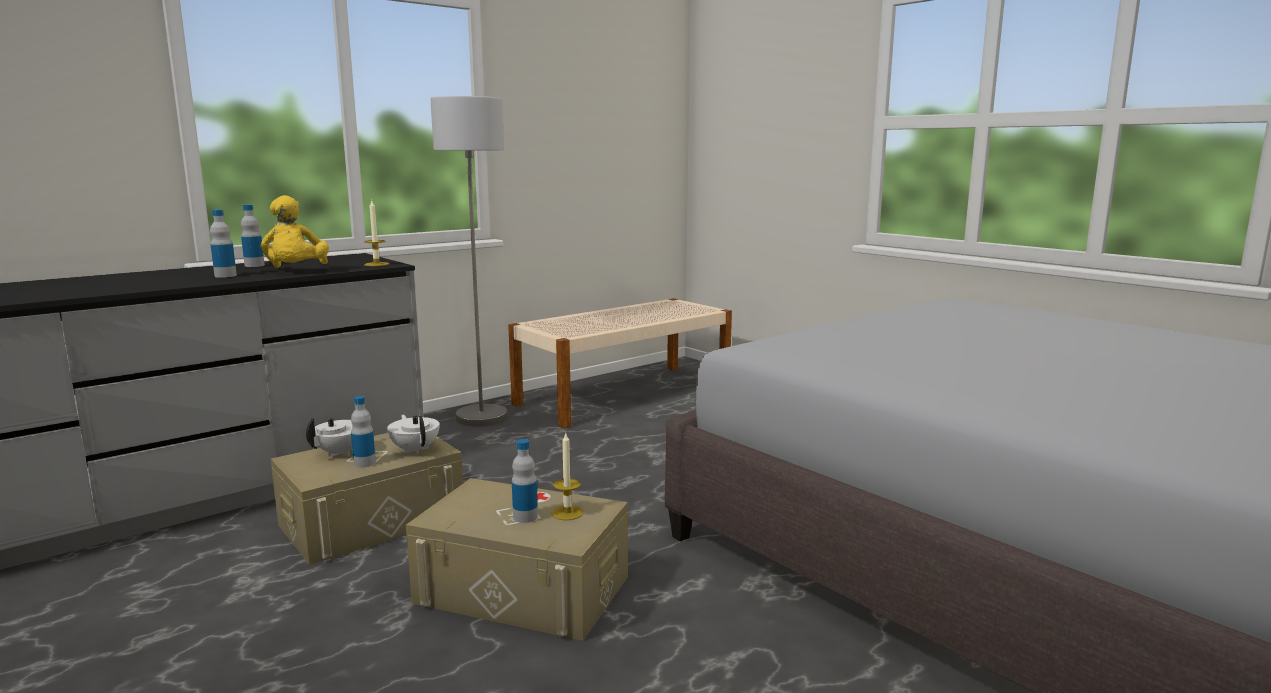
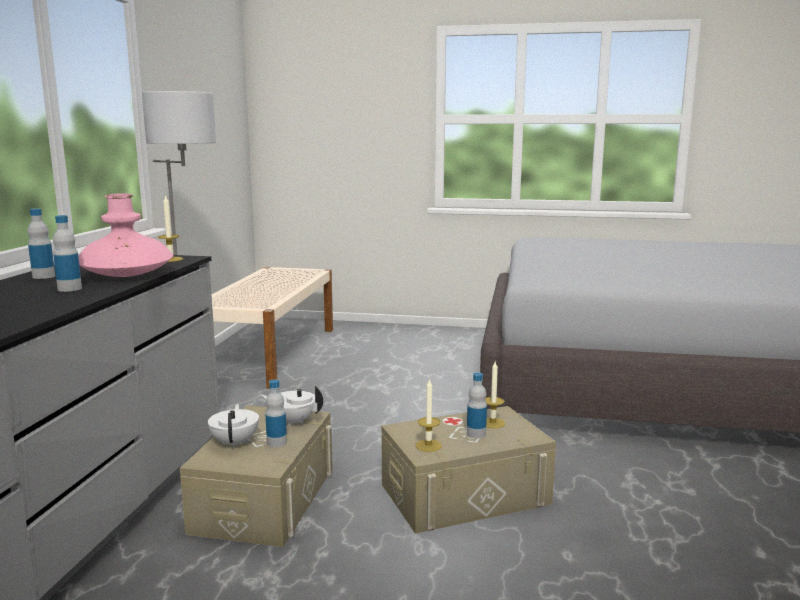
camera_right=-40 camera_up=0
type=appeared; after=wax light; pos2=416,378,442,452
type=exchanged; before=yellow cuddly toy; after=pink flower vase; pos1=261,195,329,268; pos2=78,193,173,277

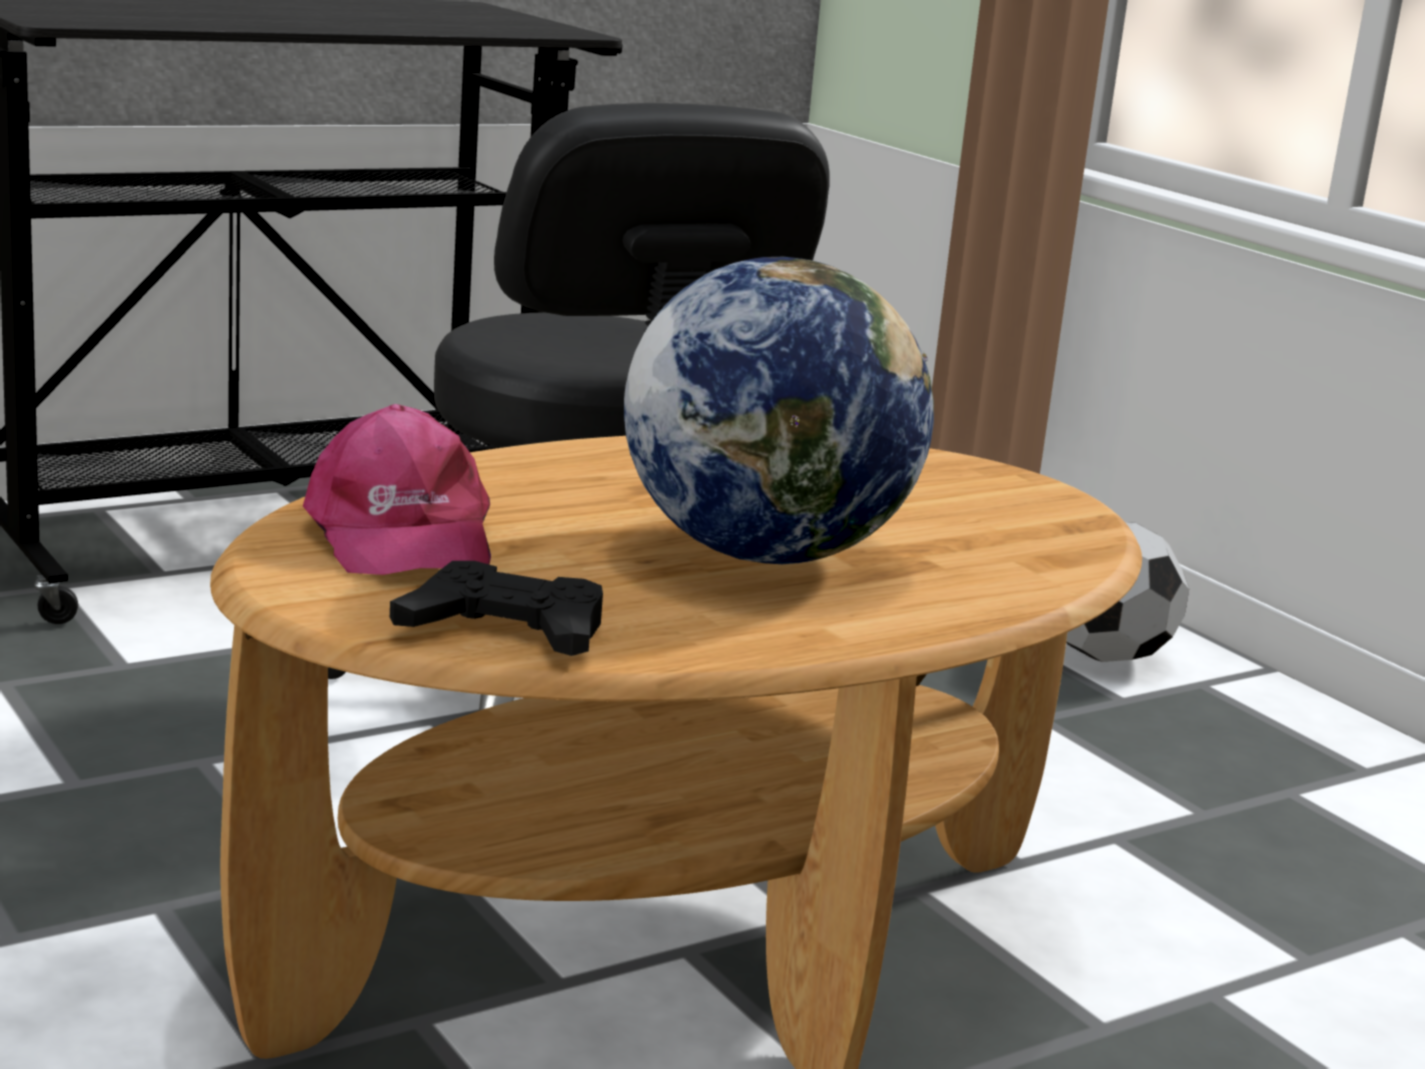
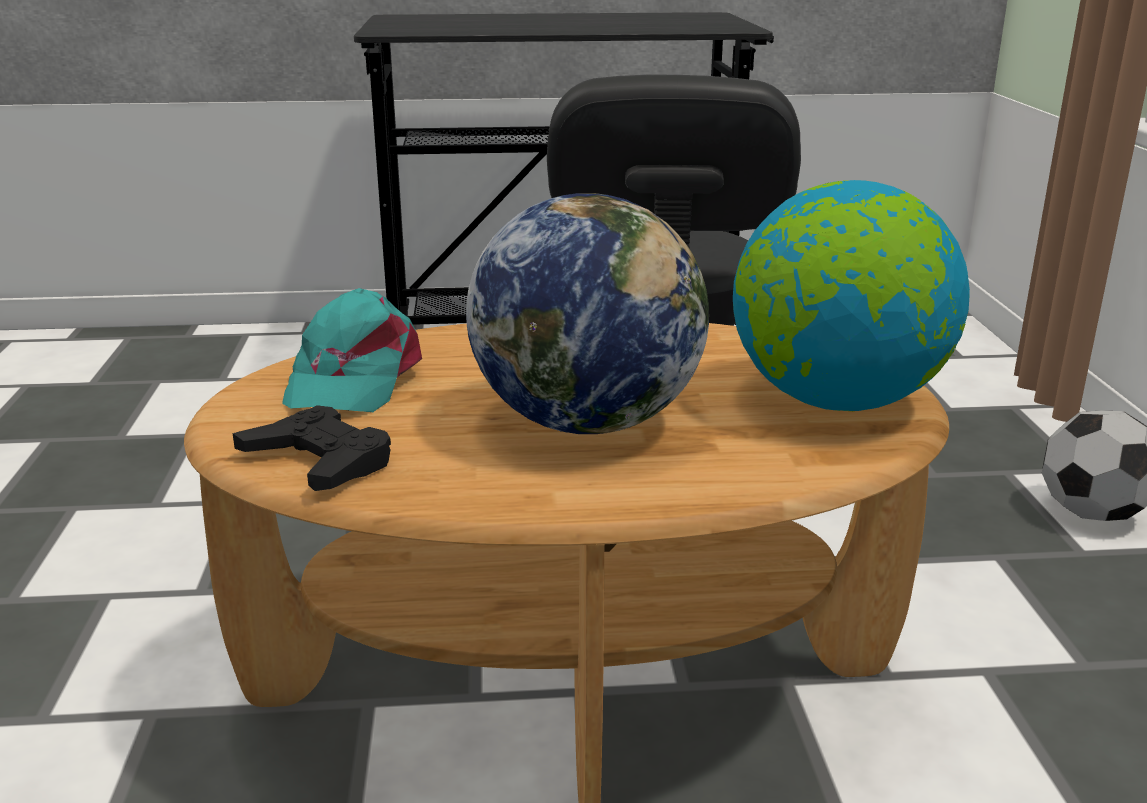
camera_right=30 camera_up=5
type=appeared; after=globe; pos2=733,180,970,411
type=colour; before=pink peaked cap; after=turquoise-coloured peaked cap; pos1=303,404,491,575; pos2=282,288,422,412

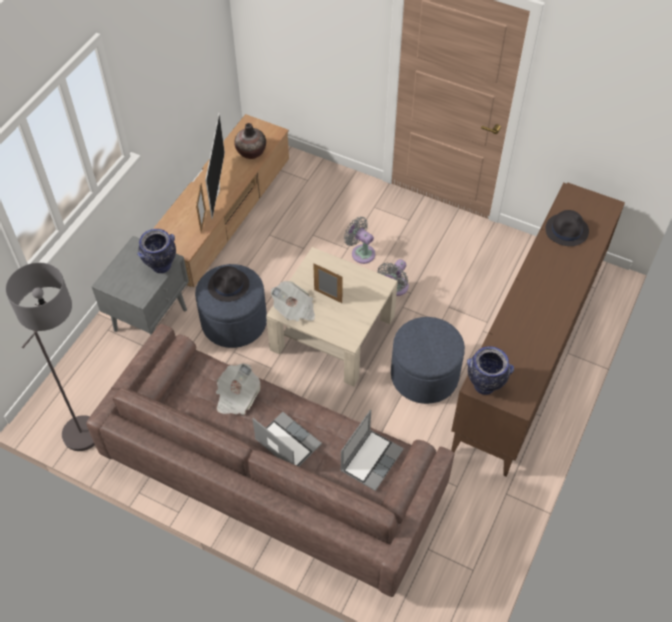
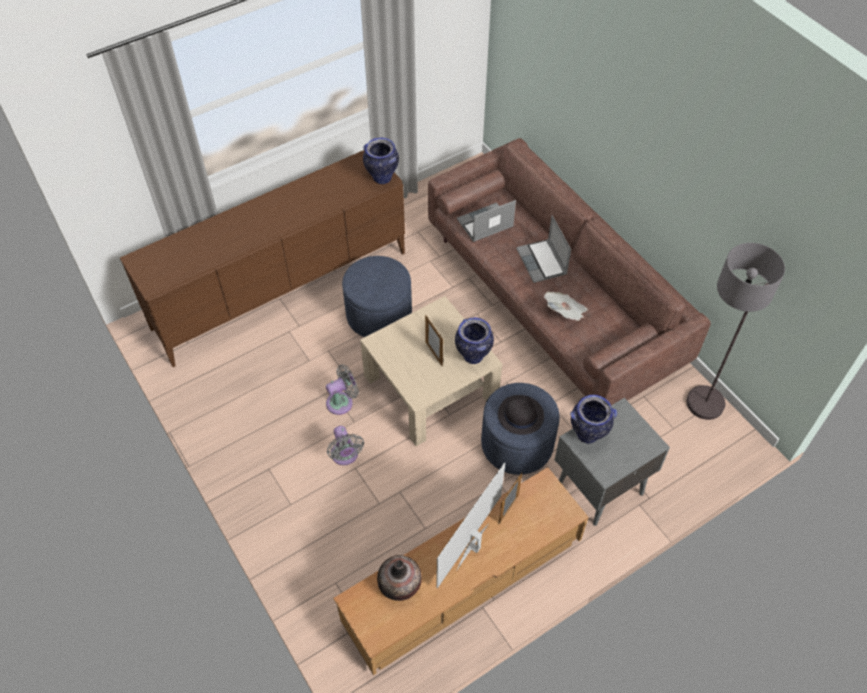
camera_right=-150 camera_up=0
type=missing; before=black-coloured wearable hat; pos1=546,210,589,246
type=exchanged; before=newspaper; after=flower vase; pos1=271,281,315,322; pos2=455,317,494,364

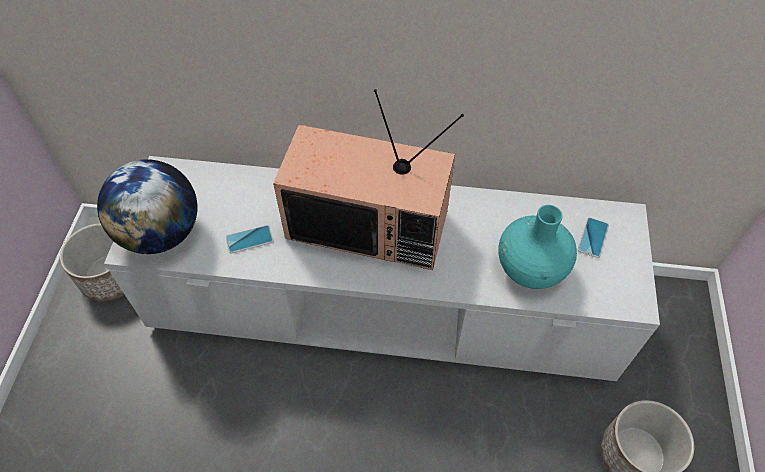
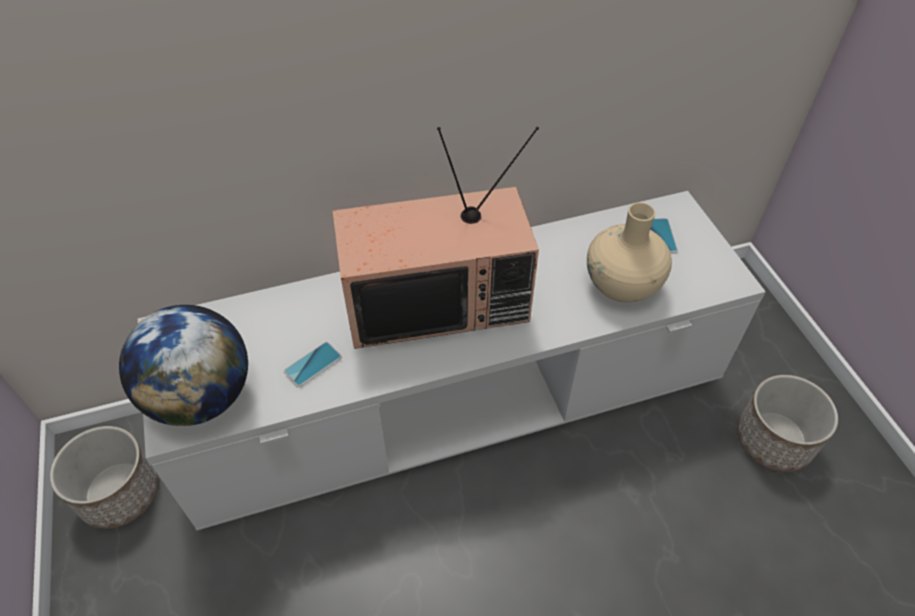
camera_right=-25 camera_up=-5
type=colour; before=turquoise-coloured flower vase; after=beige flower vase; pos1=498,205,577,289; pos2=587,202,672,302

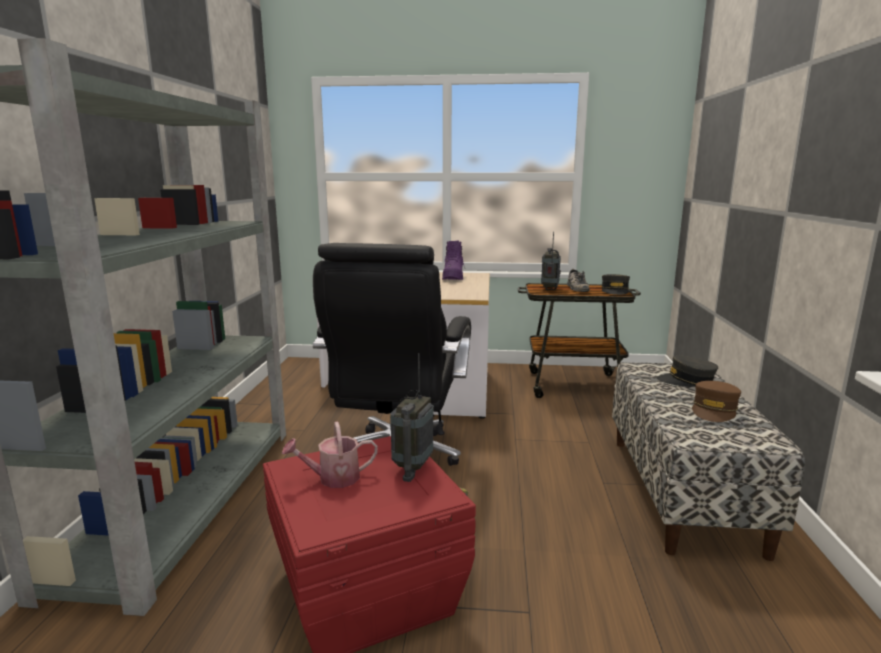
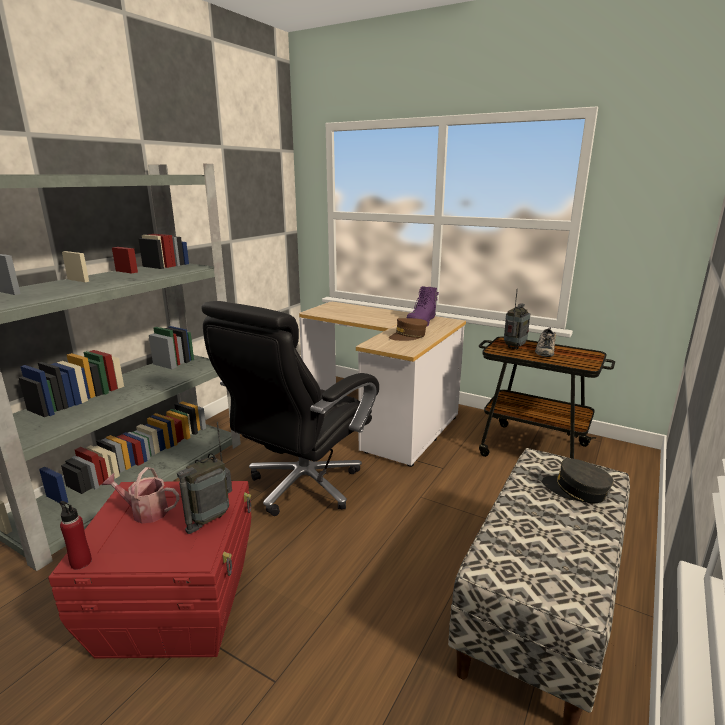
camera_right=25 camera_up=5
type=missing; before=gray peaked cap; pos1=602,274,630,295
type=appeared; after=red-coloured beverage bottle; pos2=59,501,92,570
type=relocated; before=brown-coloured peaked cap; pos1=692,381,741,422; pos2=389,318,428,341

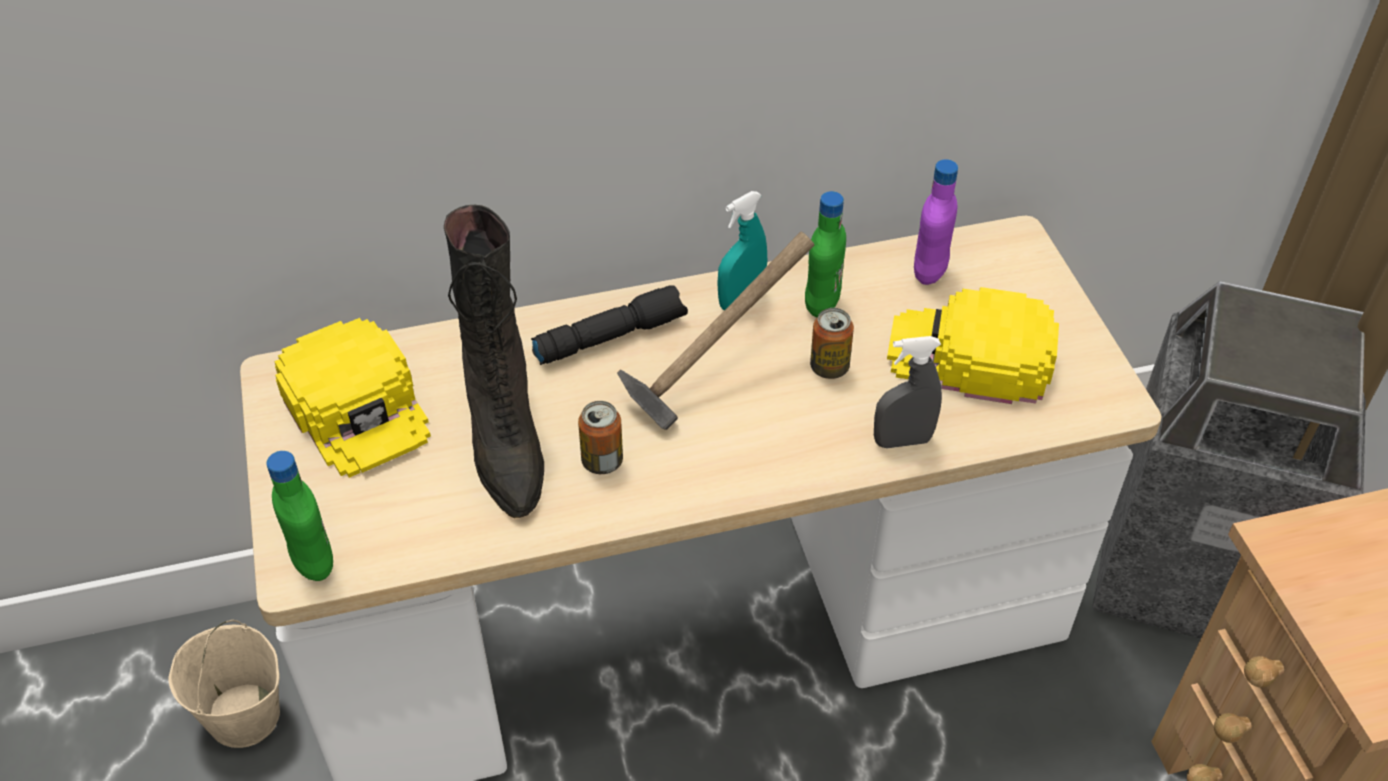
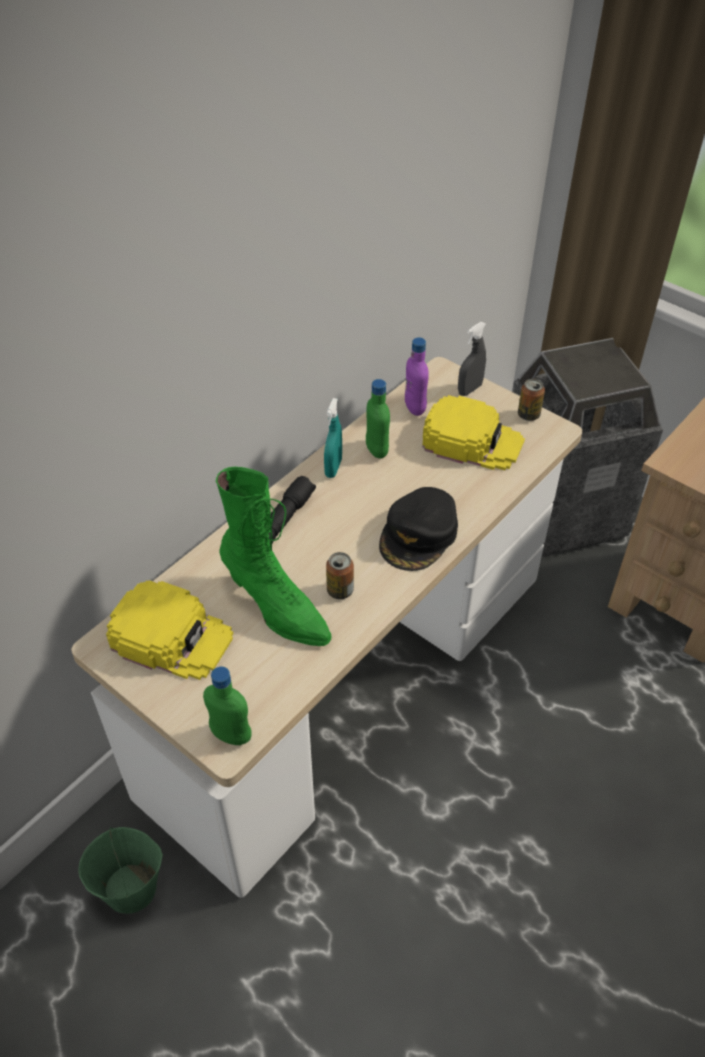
camera_right=-35 camera_up=0
type=missing; before=hammer; pos1=617,232,815,430
type=appeared; after=black-coloured peaked cap; pos2=379,487,458,571
type=relocated; before=sealed can; pos1=810,308,854,379; pos2=518,379,545,421
type=relocated; before=gray hand sprayer; pos1=874,336,942,448; pos2=458,322,486,396
type=colour; before=beige bucket; after=green bucket; pos1=169,620,280,748; pos2=78,827,163,914
type=colour; before=black-coloured tall boot; after=green tall boot; pos1=444,205,544,518; pos2=216,467,331,646
type=spun; before=yellow peaked cap; pos1=887,287,1059,404; pos2=422,395,525,470; turn=-135

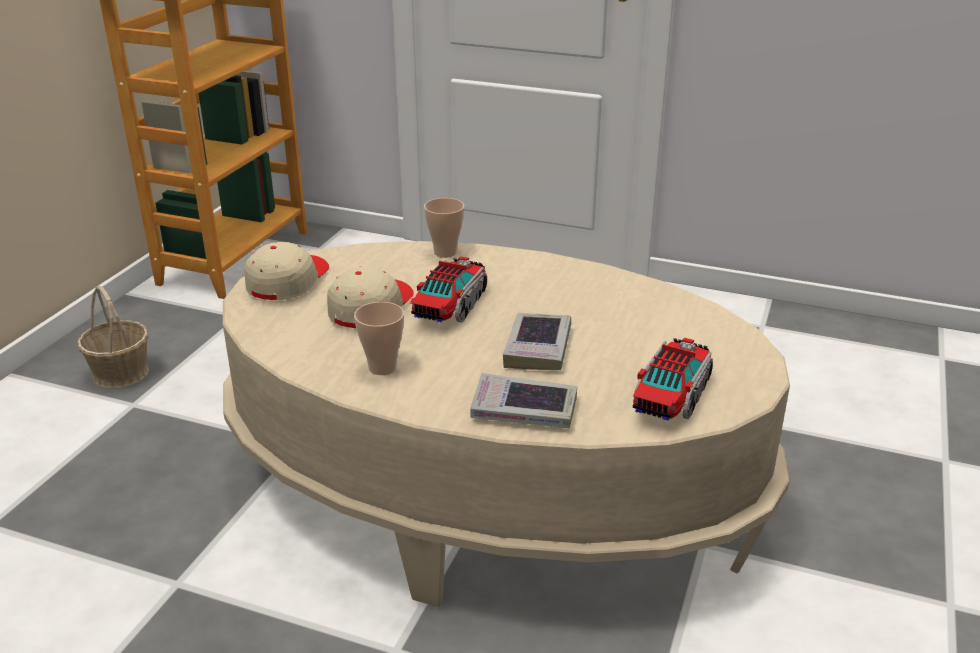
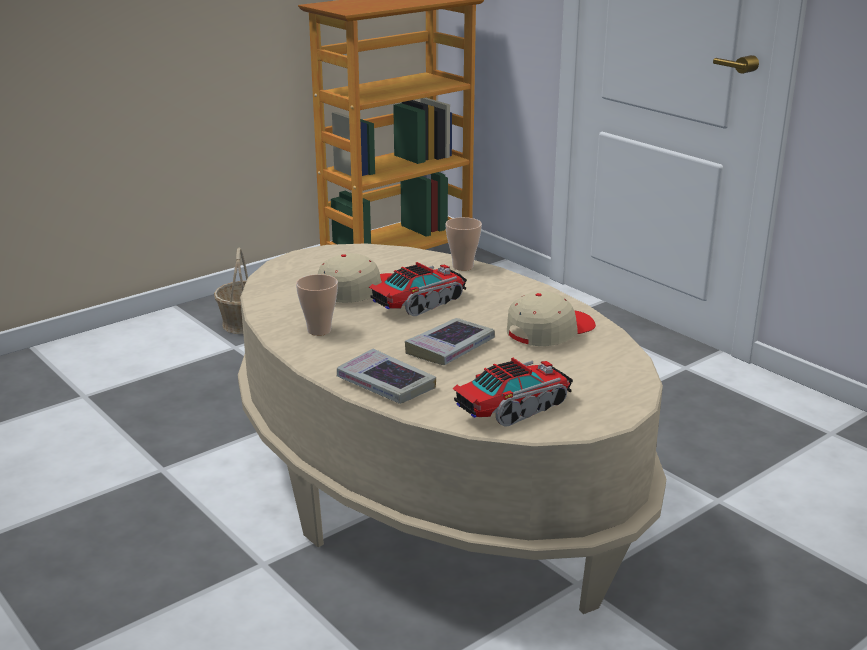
camera_right=30 camera_up=-5
type=relocated; before=beige peaked cap; pos1=244,242,329,300; pos2=507,291,596,346

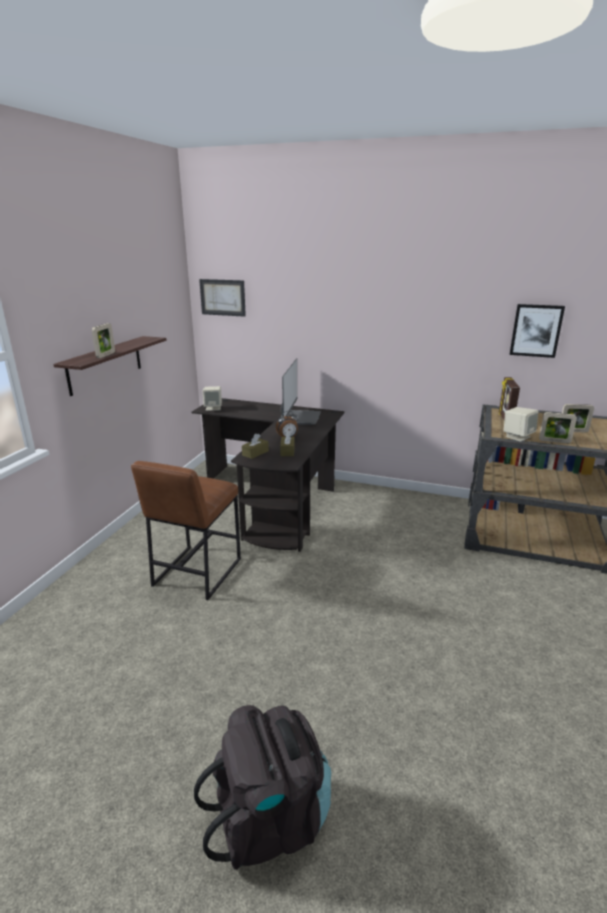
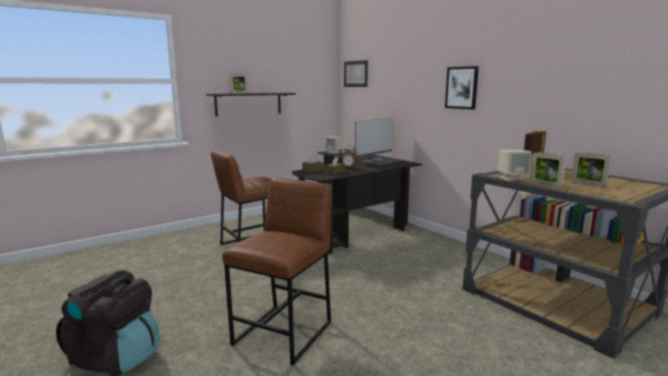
camera_right=35 camera_up=-10
type=appeared; after=brown-coloured chair; pos2=222,178,332,366
type=relocated; before=wall art; pos1=510,304,565,358; pos2=445,66,479,109

